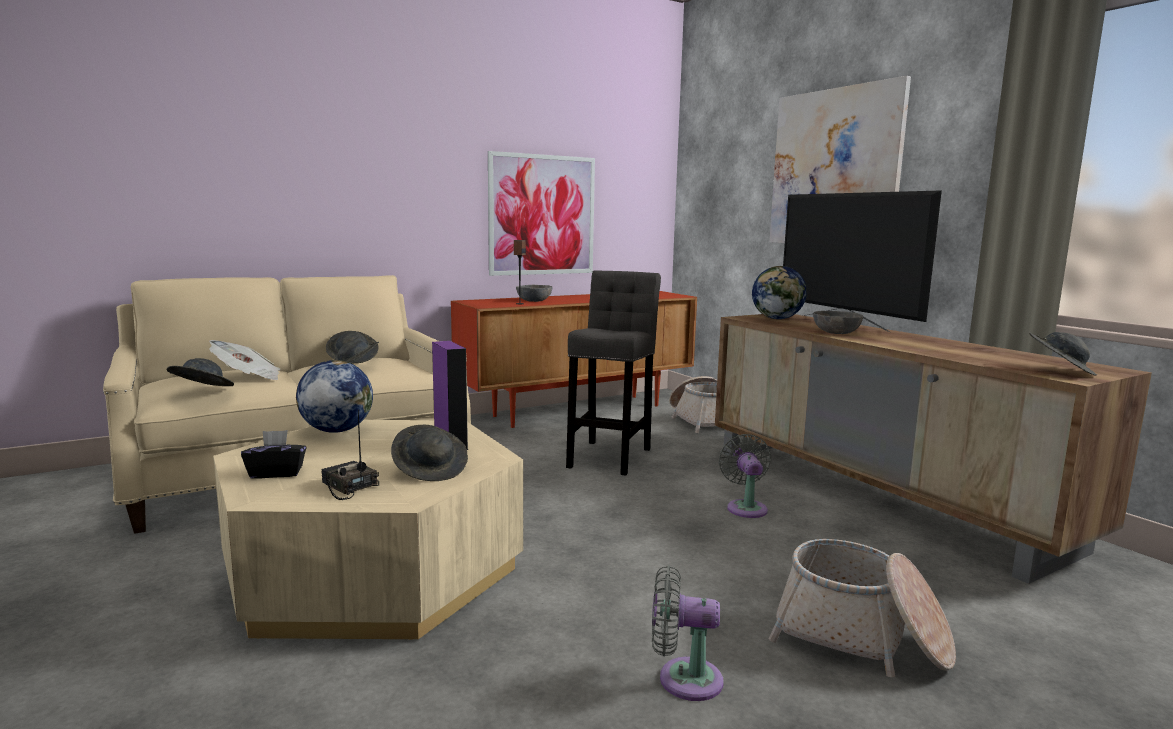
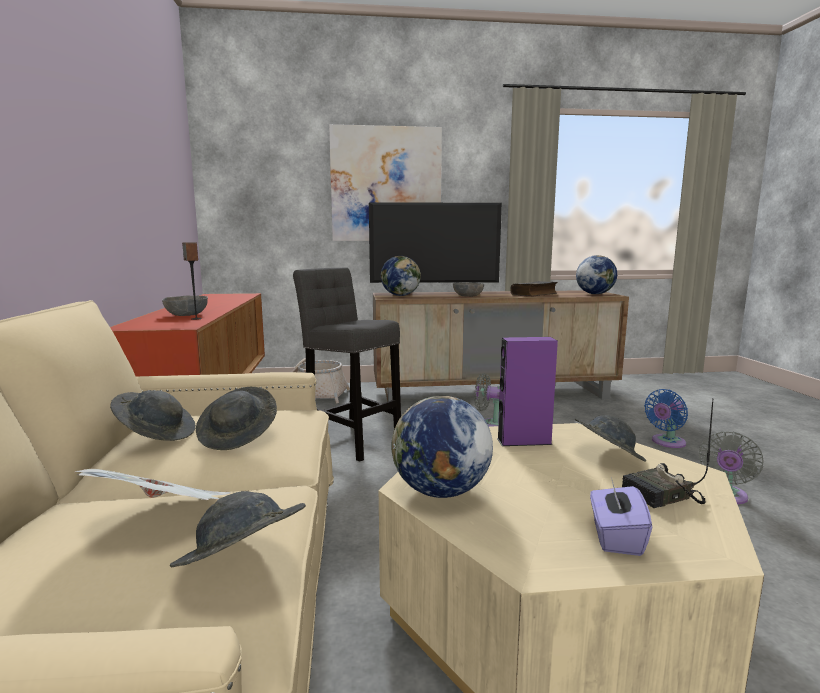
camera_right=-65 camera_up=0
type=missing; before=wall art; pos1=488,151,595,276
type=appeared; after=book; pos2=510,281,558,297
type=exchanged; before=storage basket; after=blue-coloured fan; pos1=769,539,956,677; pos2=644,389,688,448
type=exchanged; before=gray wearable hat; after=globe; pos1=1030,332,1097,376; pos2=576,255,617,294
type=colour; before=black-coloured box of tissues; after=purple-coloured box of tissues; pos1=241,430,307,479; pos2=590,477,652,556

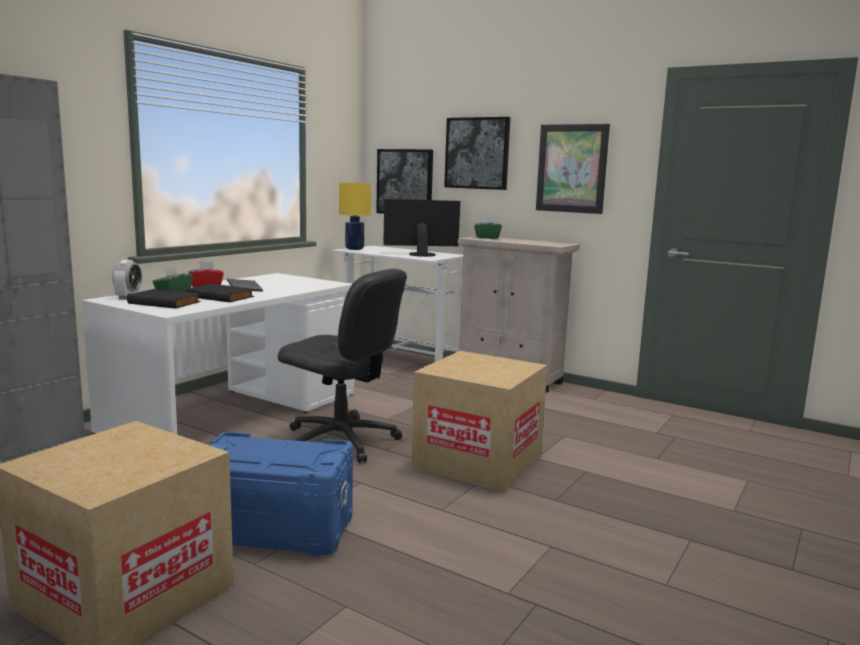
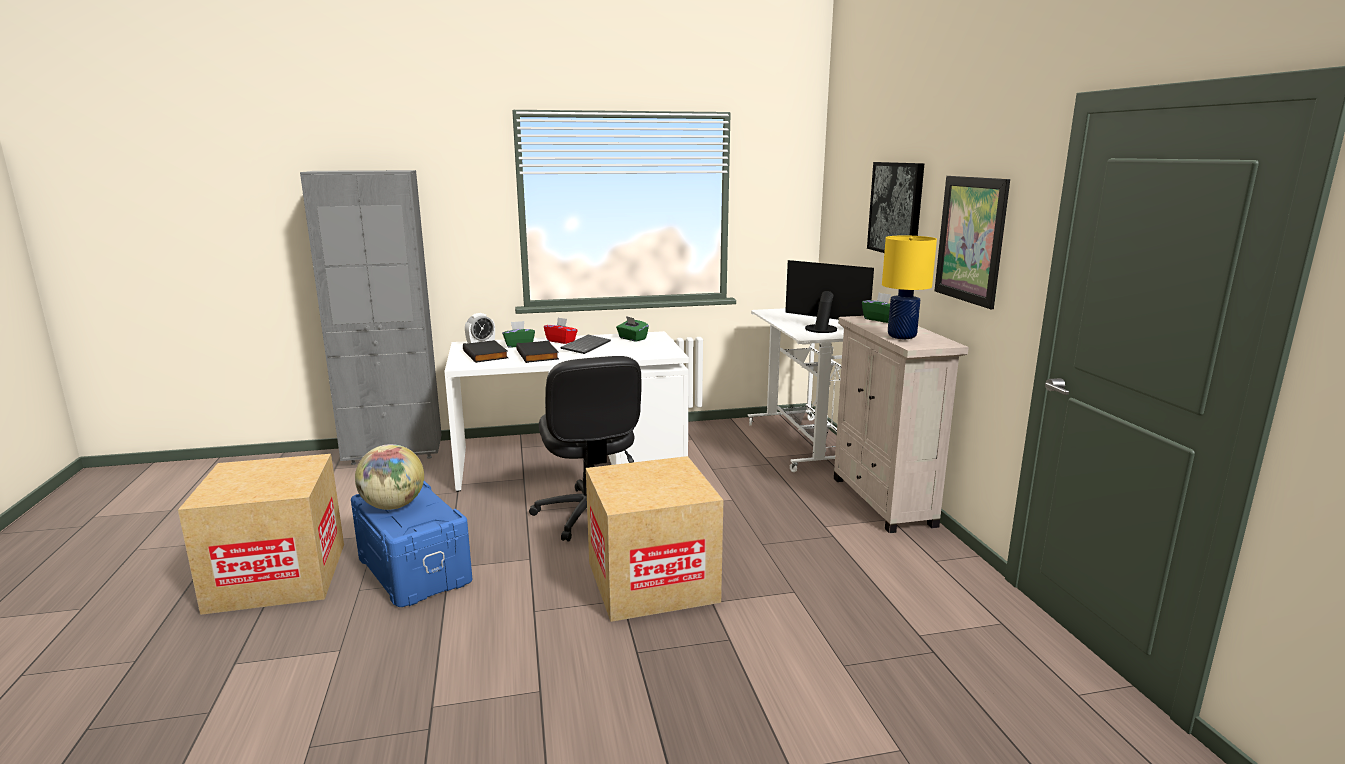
camera_right=45 camera_up=5
type=missing; before=wall art; pos1=376,149,433,214
type=appeared; after=globe; pos2=355,444,424,510
type=appeared; after=green box of tissues; pos2=616,316,649,341
type=relocated; before=yellow tabletop lamp; pos1=339,182,371,250; pos2=882,236,937,339

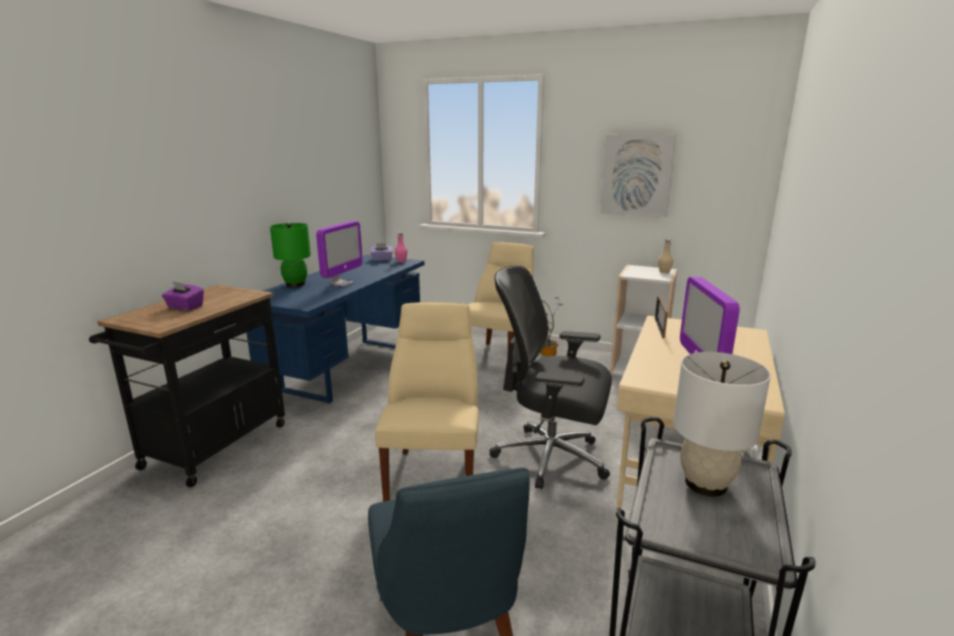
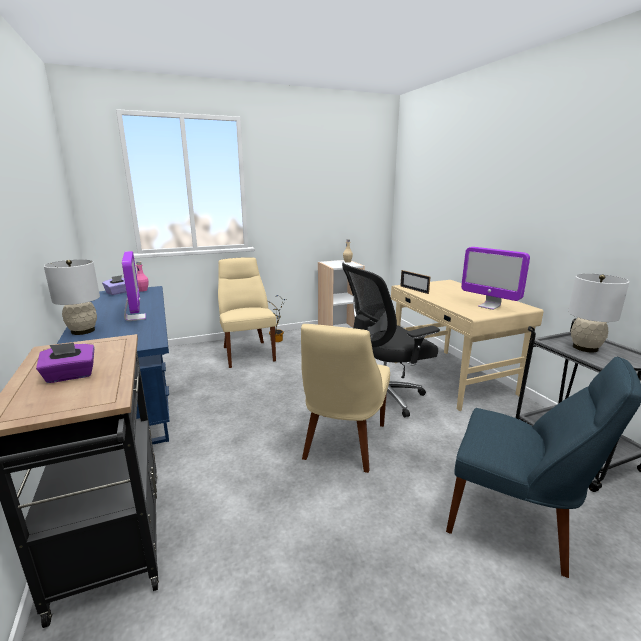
camera_right=-45 camera_up=0
type=missing; before=wall art; pos1=600,134,676,217
type=colour; before=green tabletop lamp; after=white-coloured tabletop lamp; pos1=270,223,311,287; pos2=44,260,100,335
type=spun; before=beige chair; pos1=375,302,479,502; pos2=301,324,390,473; turn=-120

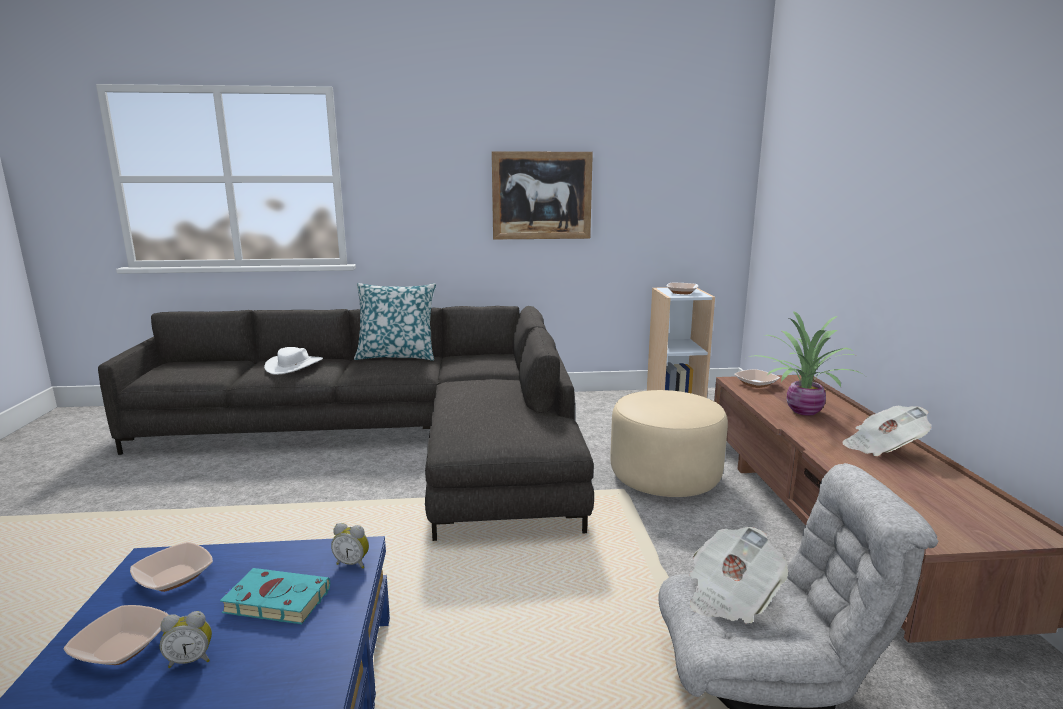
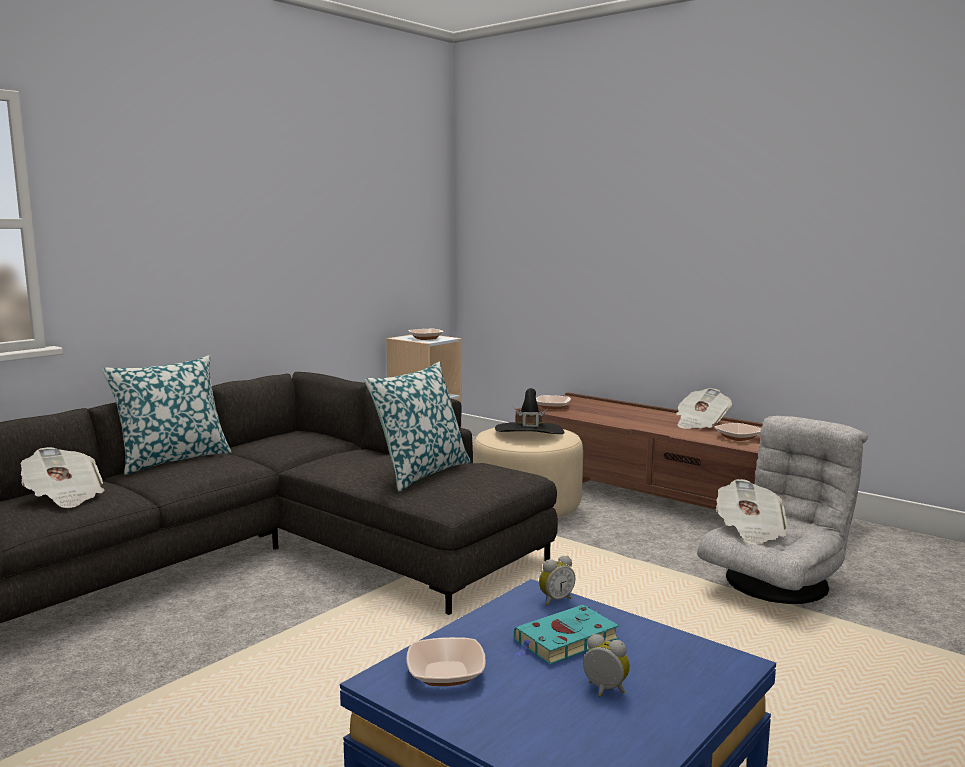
camera_right=-45 camera_up=-5
type=missing; before=wall art; pos1=492,151,593,240
type=missing; before=plant in a pot; pos1=749,311,864,416
type=appeared; after=cushion; pos2=365,362,471,492
type=appeared; after=black-coloured wearable hat; pos2=495,388,564,434
type=relocated; before=bowl; pos1=63,605,168,665; pos2=715,423,761,441
type=exchanged; before=white-coloured wearable hat; after=newspaper; pos1=264,347,323,375; pos2=20,447,104,508
type=spun; before=bedside clock; pos1=160,611,212,668; pos2=583,634,630,697; turn=-90

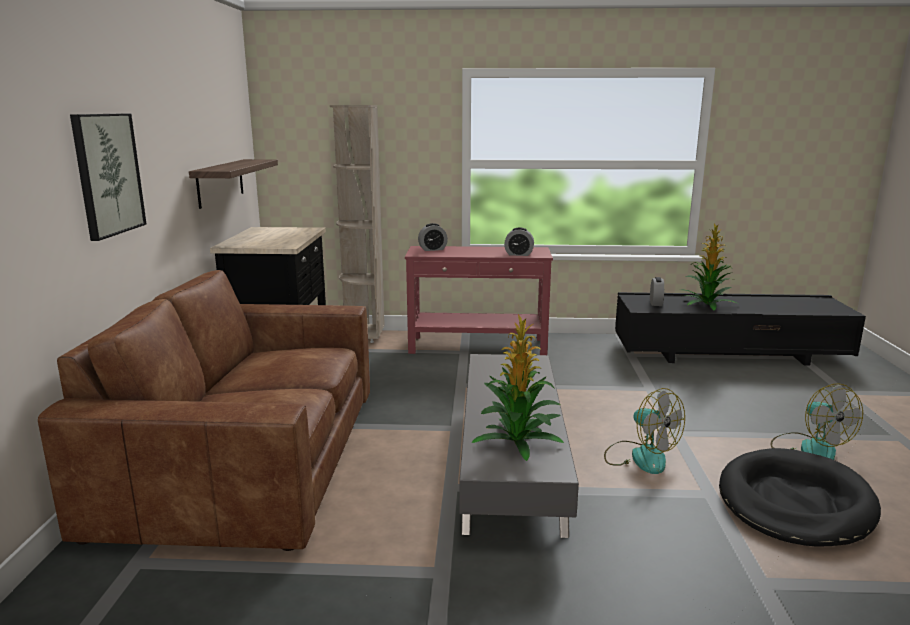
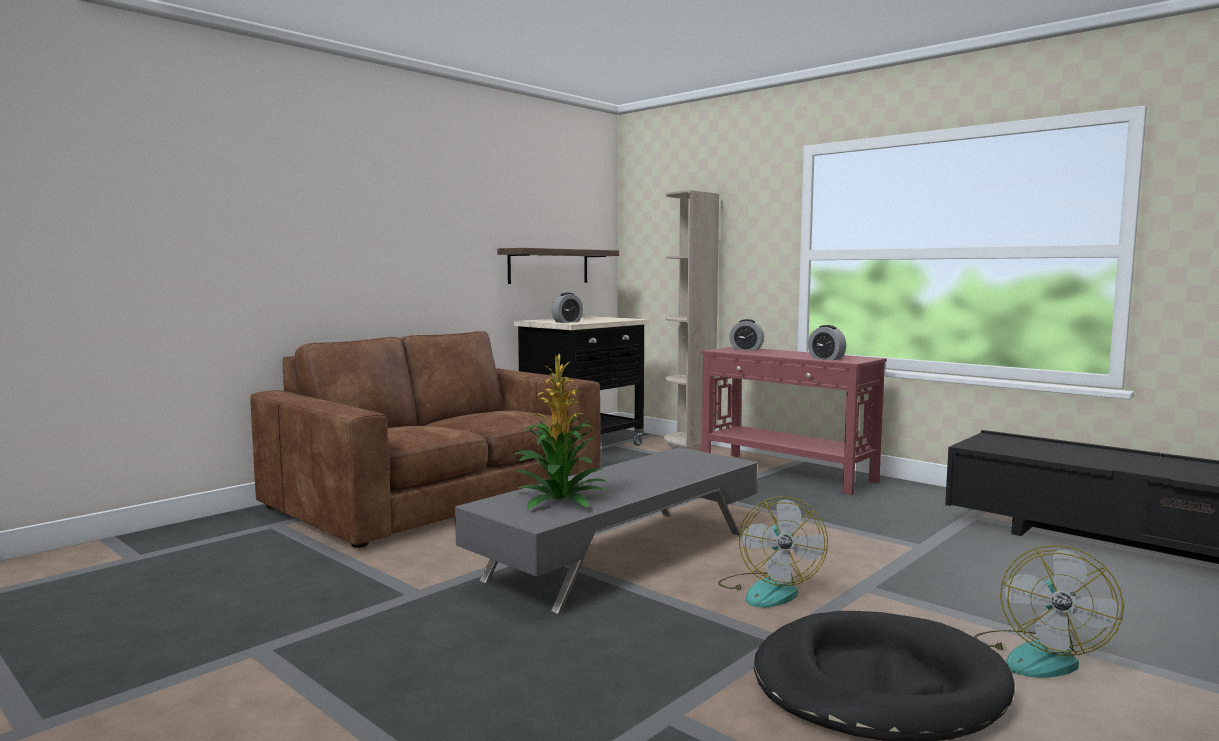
camera_right=40 camera_up=-10
type=missing; before=wall art; pos1=70,113,147,241
type=missing; before=plant in a pot; pos1=681,223,738,310
type=relocated; before=bedside clock; pos1=650,277,664,306; pos2=552,293,583,323

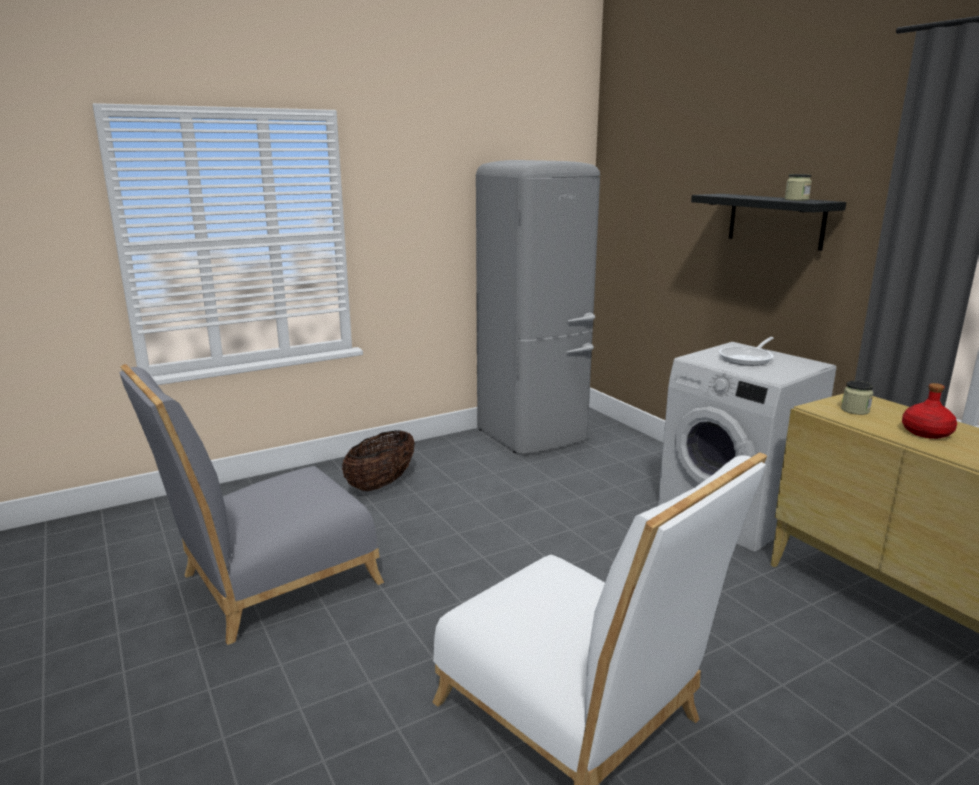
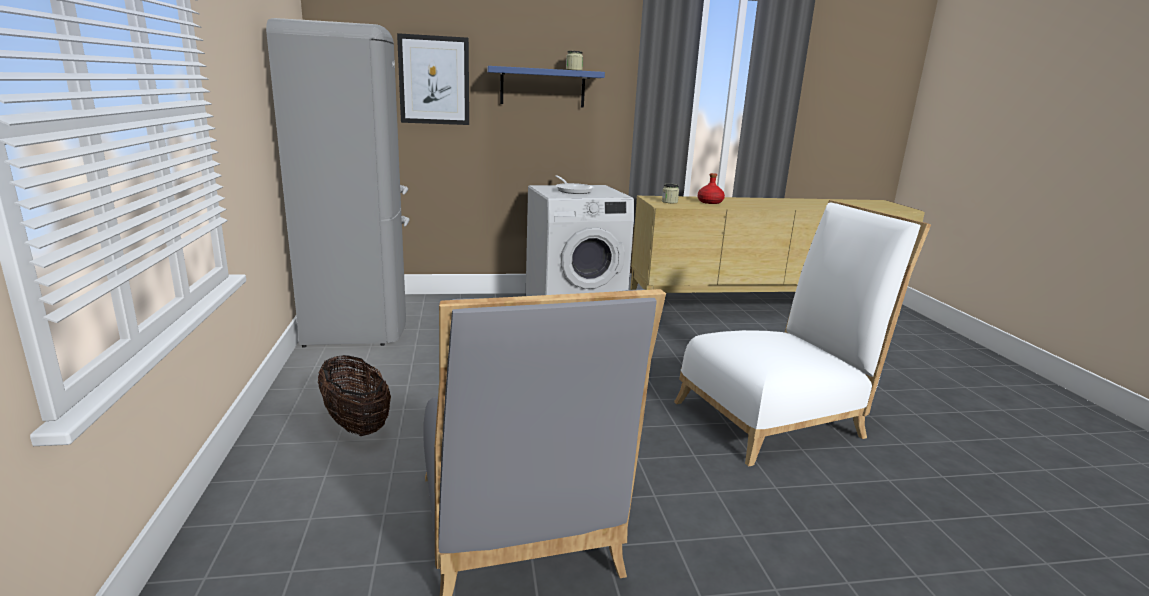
camera_right=-70 camera_up=0
type=appeared; after=wall art; pos2=397,33,469,125
type=colour; before=black-coloured wall shelf; after=blue-coloured wall shelf; pos1=691,194,846,251; pos2=487,66,605,108

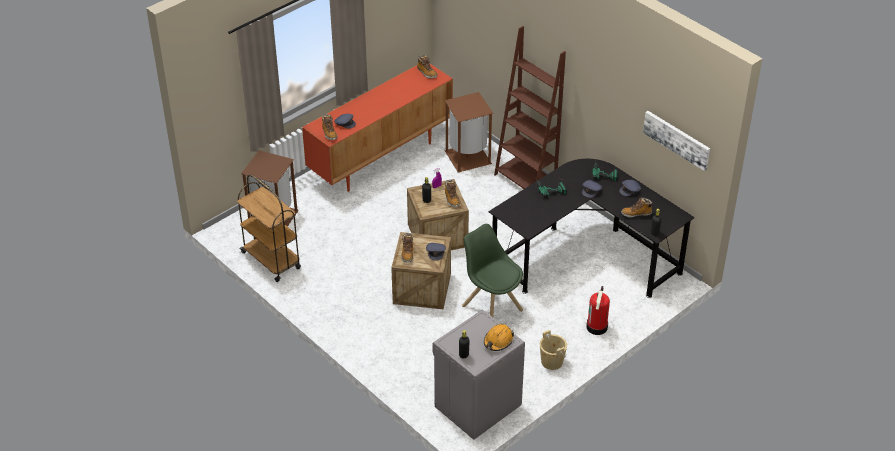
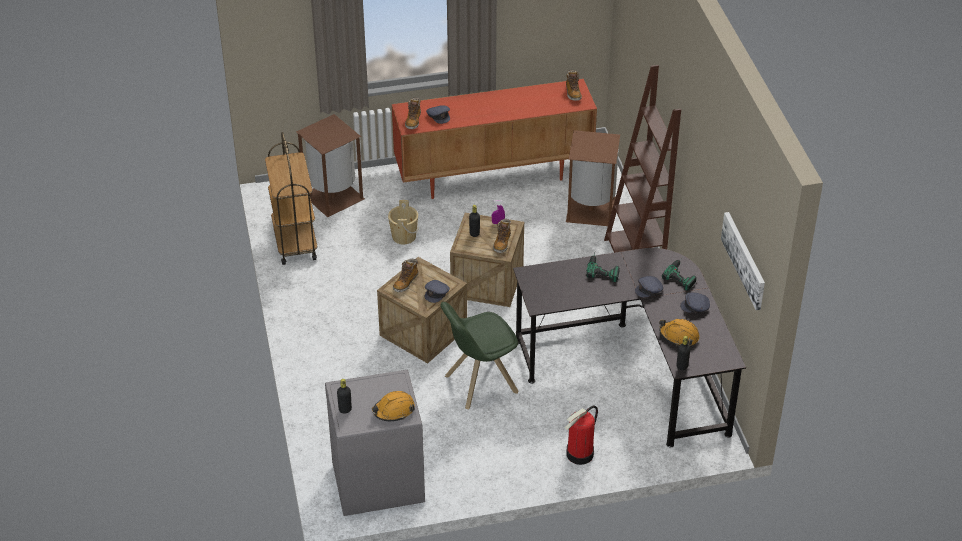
camera_right=30 camera_up=0
type=relocated; before=beige bucket; pos1=540,330,567,370; pos2=388,200,419,244
type=exchanged; before=tall boot; after=orange work helmet; pos1=621,198,652,218; pos2=659,319,700,346
type=spun; before=green chair; pos1=462,224,523,317; pos2=440,302,518,410; turn=-105

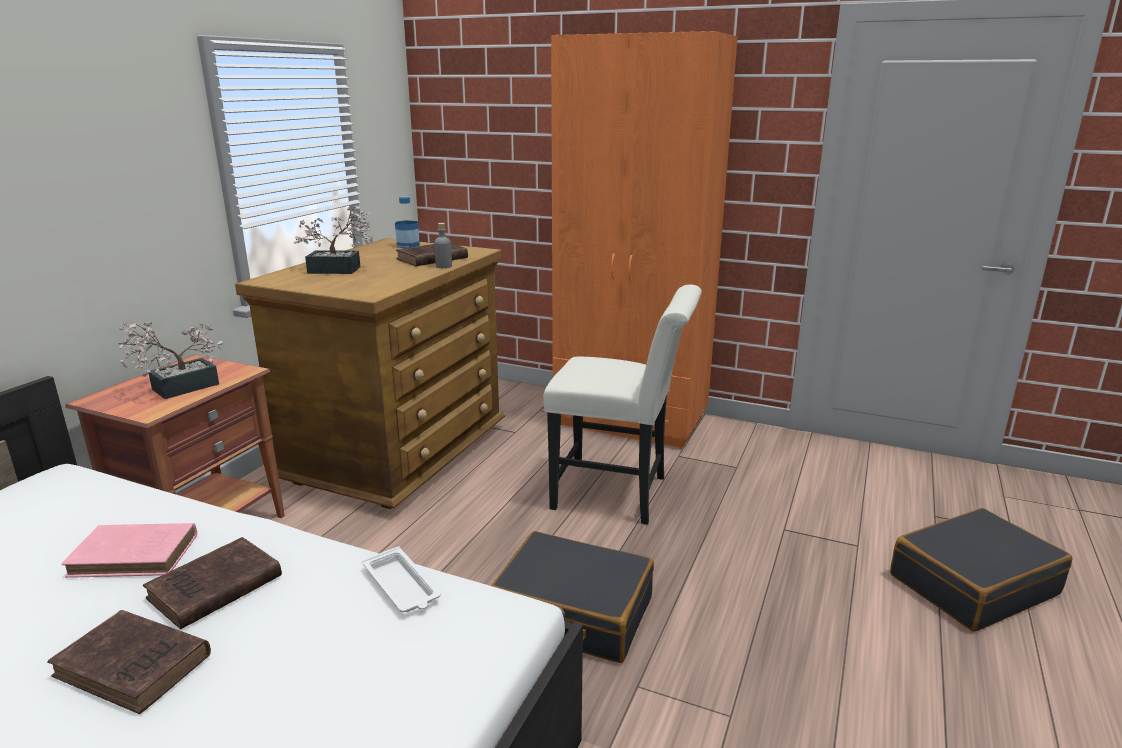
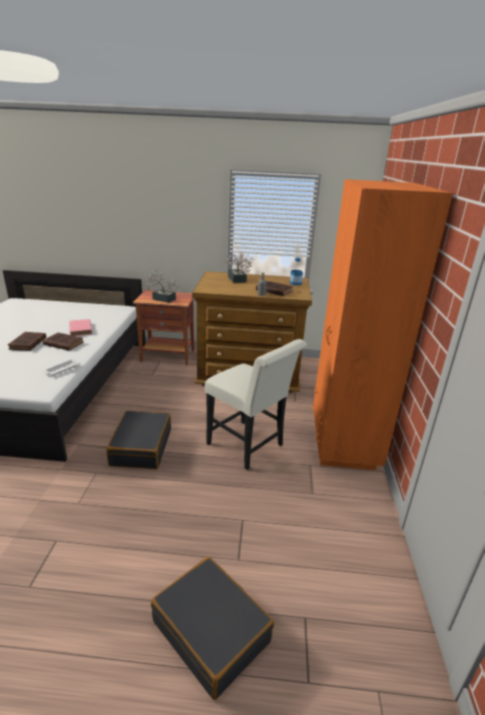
camera_right=70 camera_up=5
type=spun; before=white-coloured chair; pos1=543,285,702,525; pos2=205,339,307,470; turn=-45

